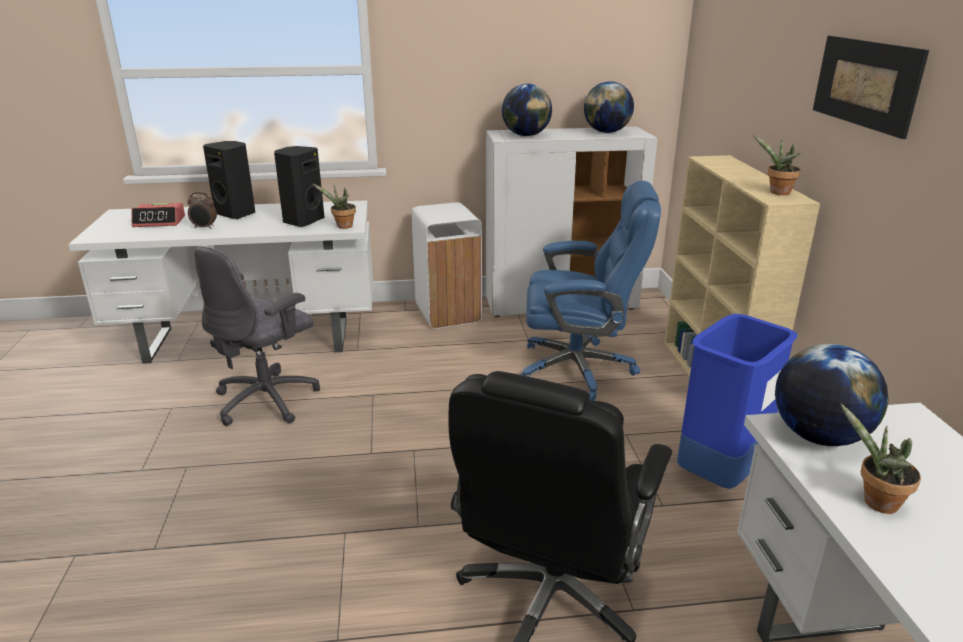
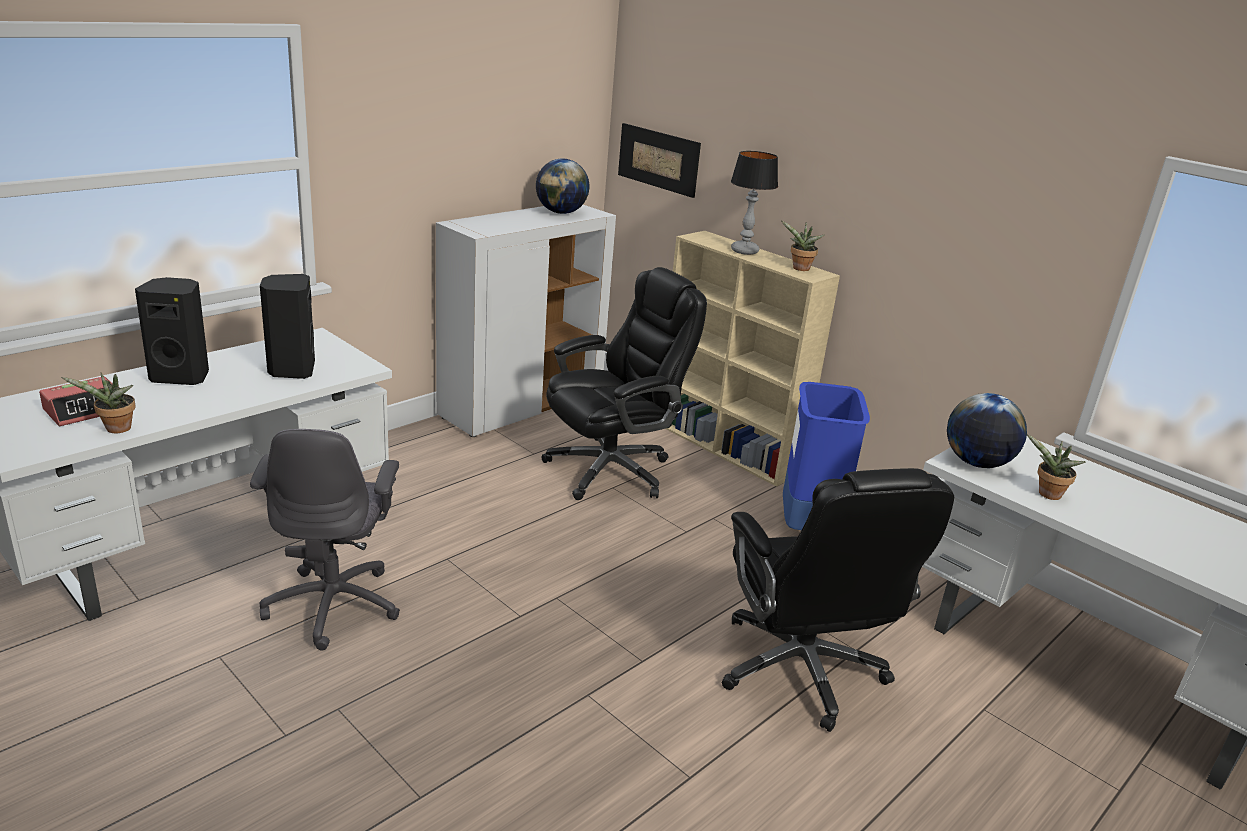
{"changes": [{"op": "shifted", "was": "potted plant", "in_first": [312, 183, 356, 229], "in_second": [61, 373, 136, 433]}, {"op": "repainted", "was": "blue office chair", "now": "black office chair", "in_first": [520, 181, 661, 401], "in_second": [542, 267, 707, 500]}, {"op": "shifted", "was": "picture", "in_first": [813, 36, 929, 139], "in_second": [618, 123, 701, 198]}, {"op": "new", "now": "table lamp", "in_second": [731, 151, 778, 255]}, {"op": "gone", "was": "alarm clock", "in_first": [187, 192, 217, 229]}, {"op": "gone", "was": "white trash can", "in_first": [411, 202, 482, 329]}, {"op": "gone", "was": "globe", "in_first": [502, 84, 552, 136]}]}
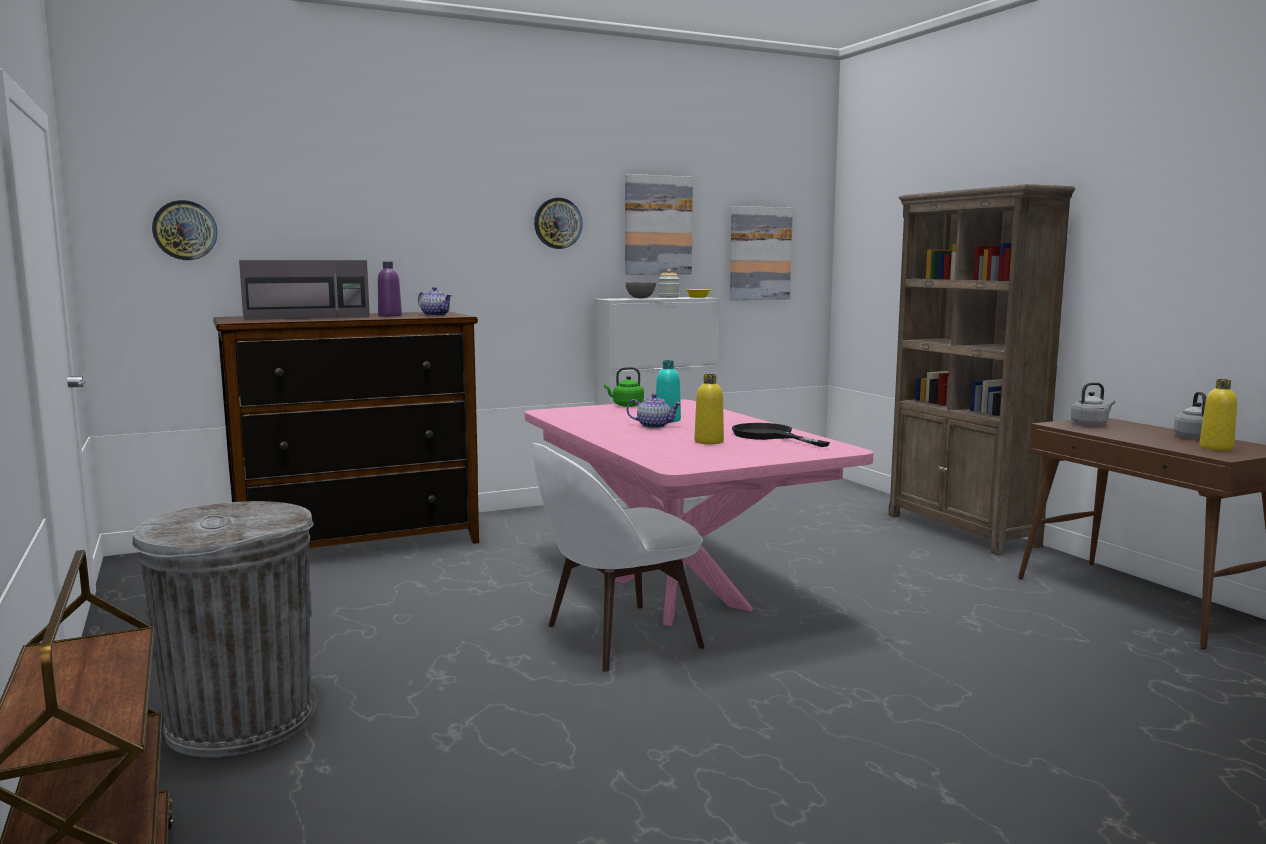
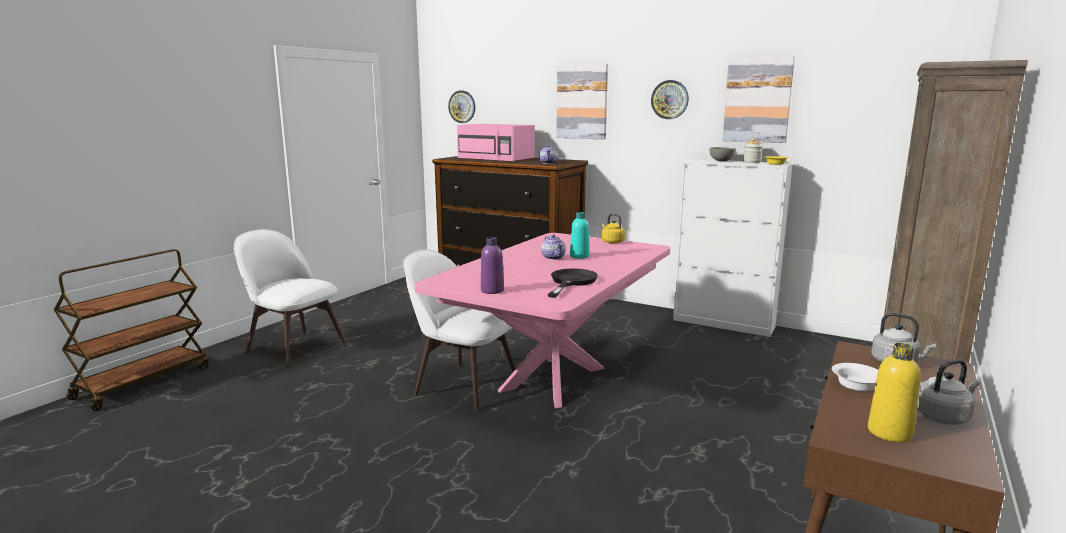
{"changes": [{"op": "swapped", "was": "grey trash can", "now": "white chair", "in_first": [132, 501, 314, 757], "in_second": [234, 229, 346, 367]}, {"op": "repainted", "was": "grey microwave", "now": "pink microwave", "in_first": [239, 260, 370, 320], "in_second": [457, 124, 535, 161]}, {"op": "shifted", "was": "purple bottle", "in_first": [378, 261, 402, 317], "in_second": [481, 237, 504, 294]}, {"op": "shifted", "was": "picture", "in_first": [730, 206, 793, 301], "in_second": [556, 64, 608, 139]}, {"op": "repainted", "was": "green kettle", "now": "yellow kettle", "in_first": [604, 367, 644, 407], "in_second": [601, 214, 625, 243]}, {"op": "new", "now": "white bowl", "in_second": [832, 363, 878, 391]}, {"op": "gone", "was": "yellow bottle", "in_first": [695, 374, 724, 444]}]}
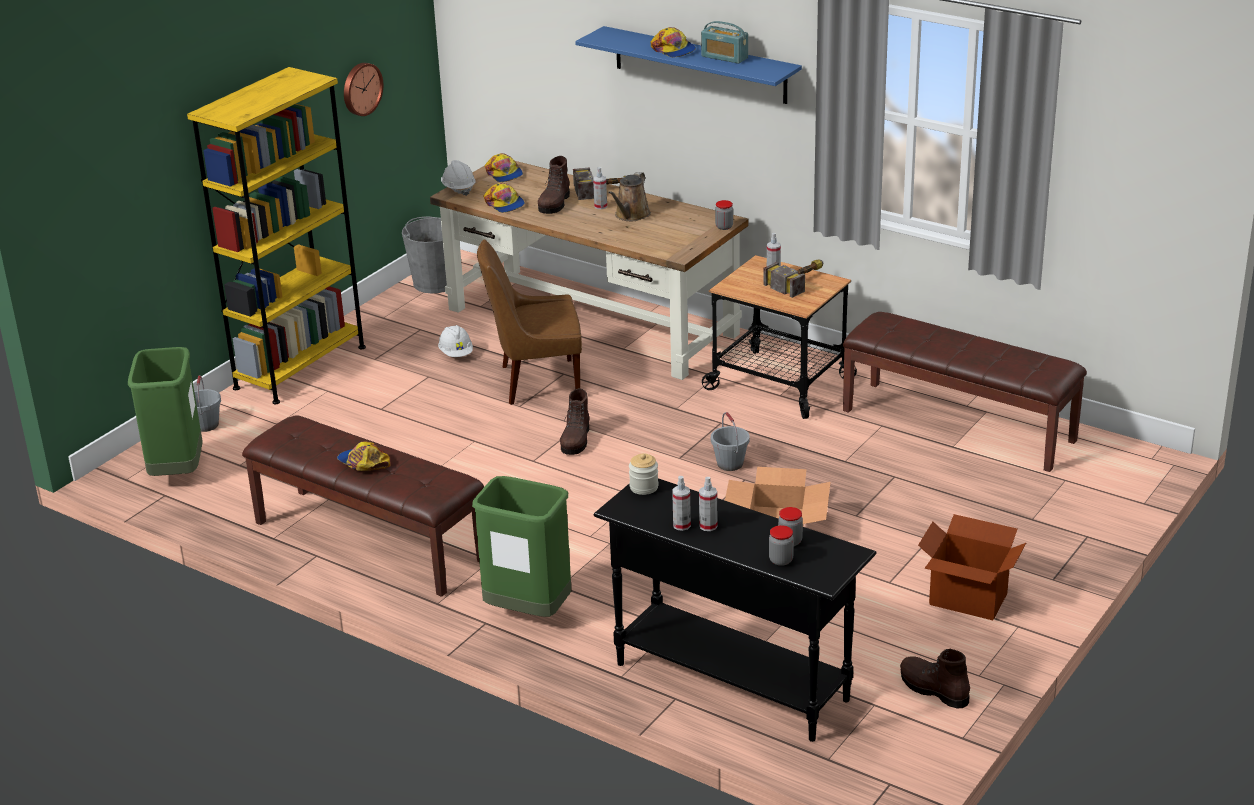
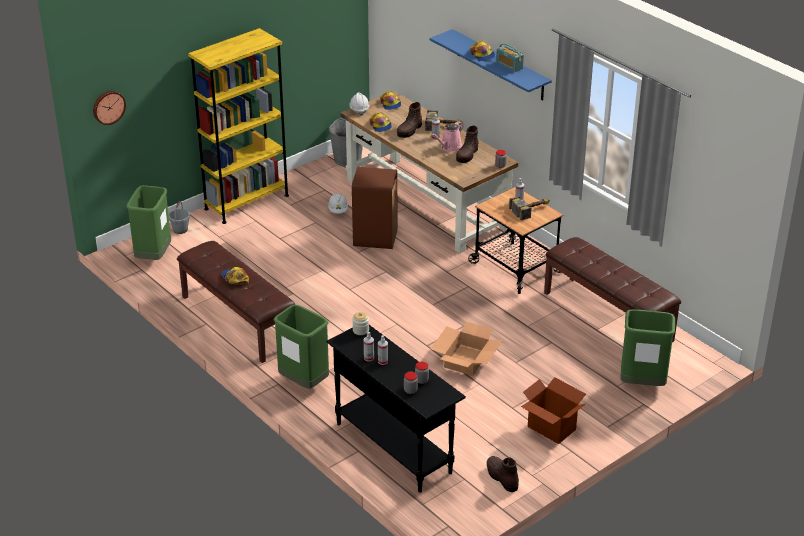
{"changes": [{"op": "shifted", "was": "wall clock", "in_first": [344, 63, 383, 116], "in_second": [93, 91, 126, 125]}, {"op": "swapped", "was": "brown chair", "now": "brown trash can", "in_first": [477, 239, 582, 405], "in_second": [352, 167, 397, 249]}, {"op": "repainted", "was": "brown watering can", "now": "pink watering can", "in_first": [608, 172, 651, 221], "in_second": [431, 121, 463, 152]}, {"op": "shifted", "was": "brown boot", "in_first": [560, 388, 589, 455], "in_second": [456, 125, 478, 163]}, {"op": "new", "now": "green trash can", "in_second": [620, 309, 675, 386]}, {"op": "gone", "was": "grey bucket", "in_first": [711, 412, 749, 471]}]}
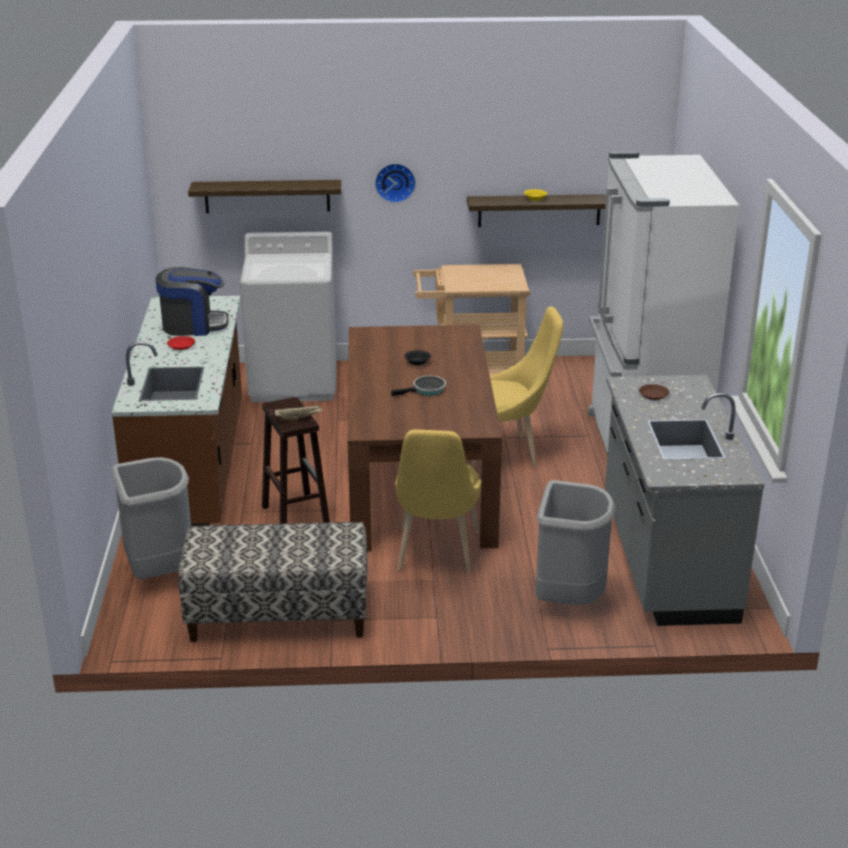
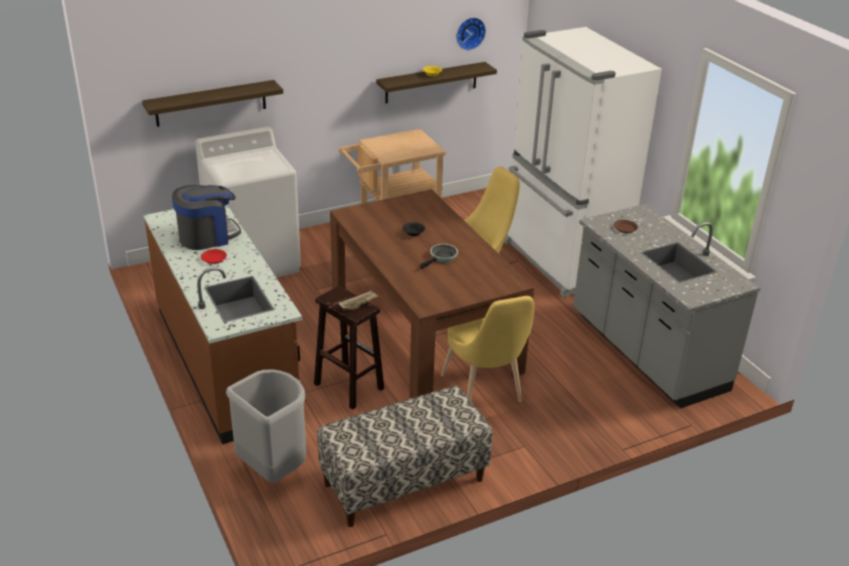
{"changes": [{"op": "shifted", "was": "wall clock", "in_first": [375, 163, 416, 203], "in_second": [456, 17, 486, 50]}, {"op": "gone", "was": "grey trash can", "in_first": [536, 480, 615, 605]}]}
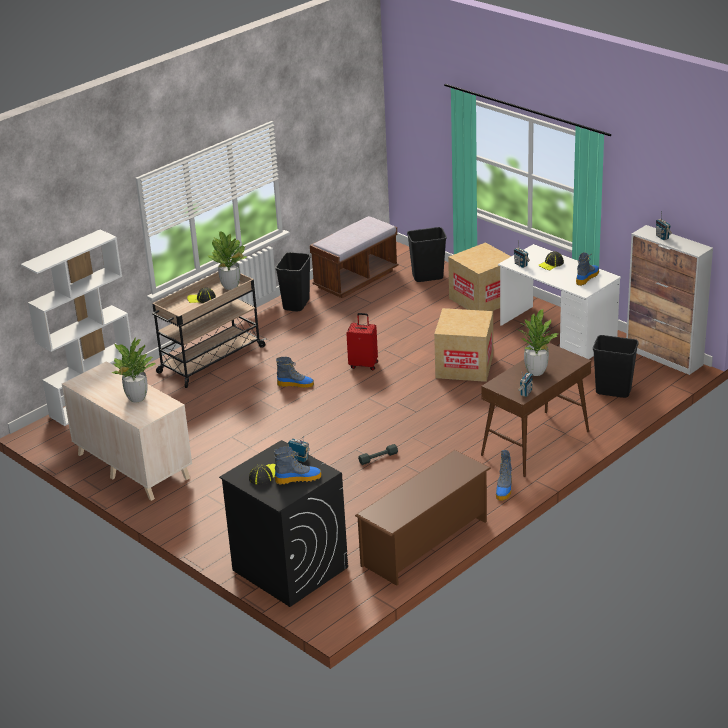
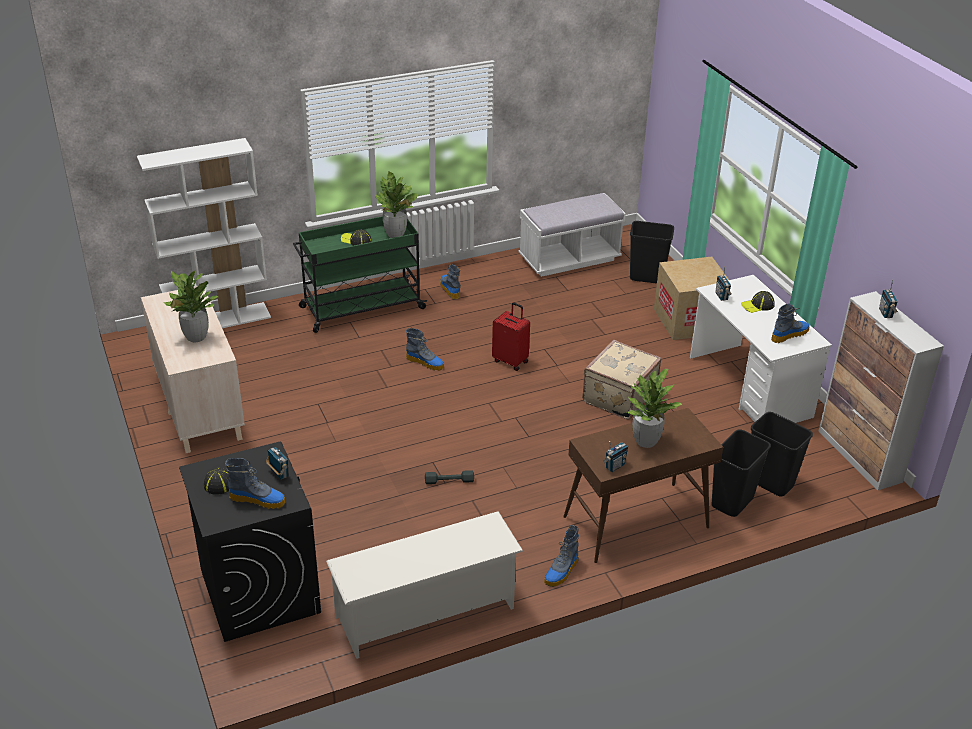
{"changes": [{"op": "repainted", "was": "beige cart", "now": "green cart", "in_first": [152, 272, 266, 388], "in_second": [293, 216, 427, 333]}, {"op": "repainted", "was": "brown shoe rack", "now": "white shoe rack", "in_first": [355, 450, 491, 586], "in_second": [326, 511, 523, 659]}, {"op": "new", "now": "boot", "in_second": [440, 264, 461, 299]}, {"op": "repainted", "was": "brown bench", "now": "white bench", "in_first": [310, 216, 399, 298], "in_second": [518, 193, 626, 277]}, {"op": "swapped", "was": "cardboard box", "now": "beige suitcase", "in_first": [434, 308, 493, 382], "in_second": [582, 340, 661, 420]}, {"op": "shifted", "was": "black trash can", "in_first": [275, 252, 311, 311], "in_second": [712, 429, 771, 517]}]}
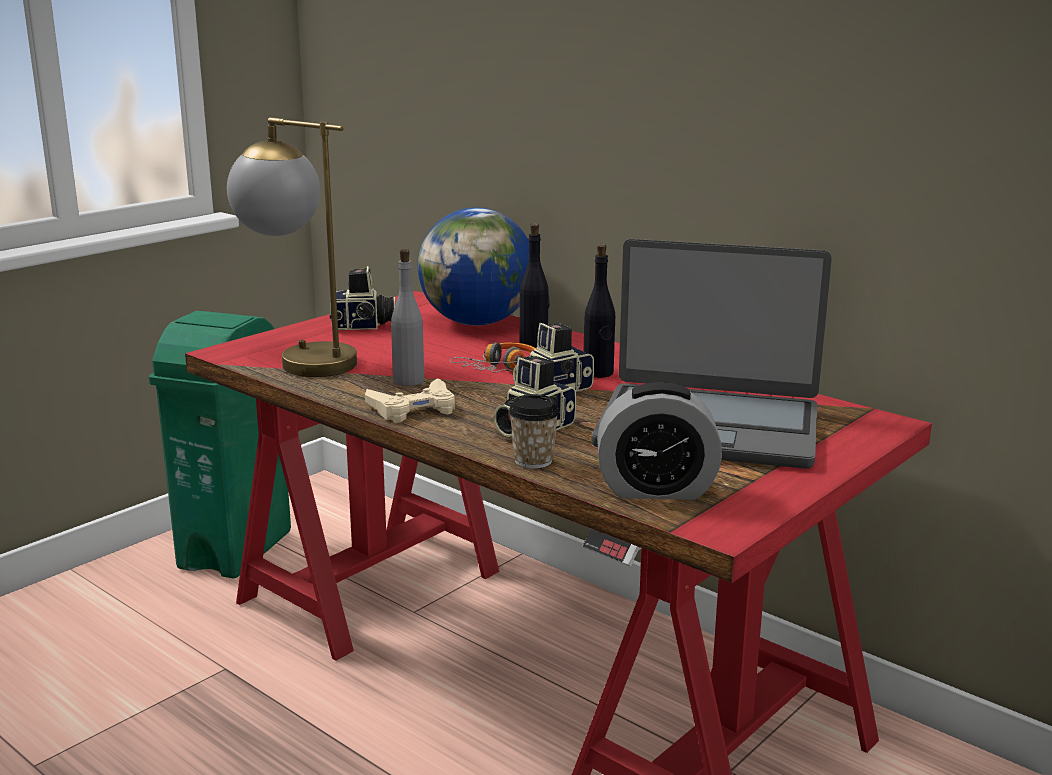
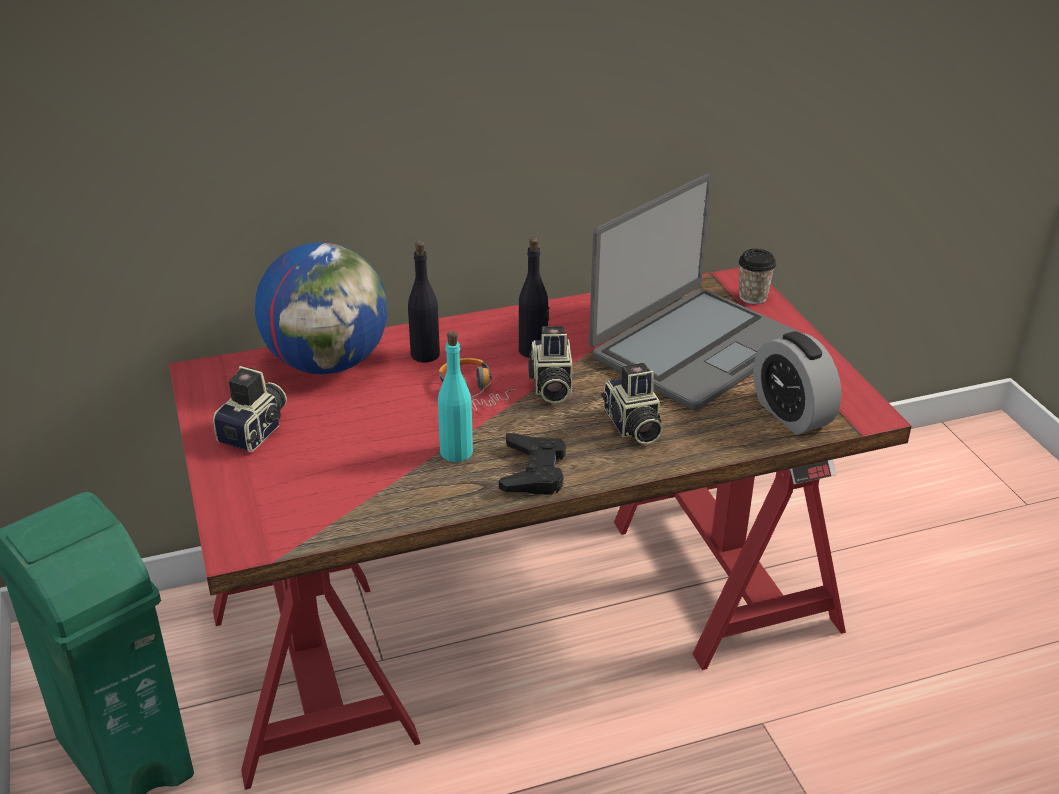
{"changes": [{"op": "repainted", "was": "grey bottle", "now": "turquoise bottle", "in_first": [391, 249, 424, 386], "in_second": [438, 331, 473, 462]}, {"op": "repainted", "was": "beige game controller", "now": "black game controller", "in_first": [365, 378, 455, 423], "in_second": [499, 433, 566, 495]}, {"op": "shifted", "was": "cup", "in_first": [509, 394, 559, 469], "in_second": [739, 249, 776, 304]}, {"op": "rotated", "was": "alarm clock", "in_first": [597, 382, 722, 500], "in_second": [753, 331, 842, 435], "clockwise": 120}, {"op": "gone", "was": "table lamp", "in_first": [227, 117, 357, 377]}]}
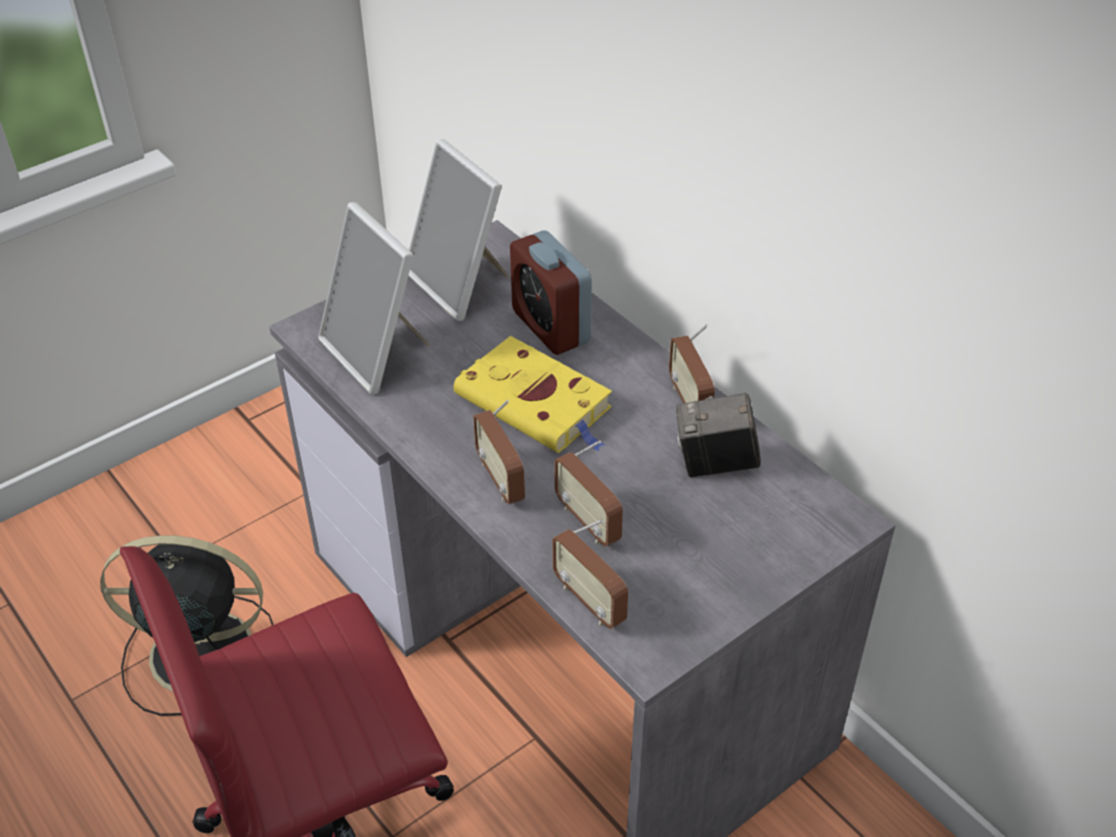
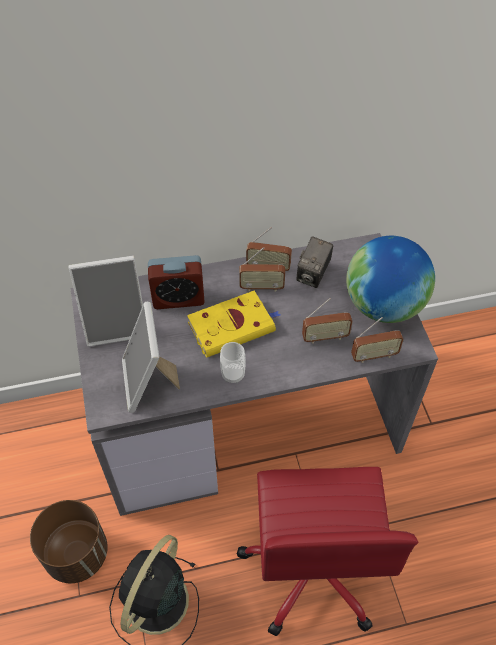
{"changes": [{"op": "new", "now": "brown planter", "in_second": [30, 500, 108, 583]}, {"op": "rotated", "was": "picture frame", "in_first": [318, 202, 430, 394], "in_second": [122, 302, 180, 413], "clockwise": 90}, {"op": "new", "now": "cup", "in_second": [220, 342, 246, 383]}, {"op": "shifted", "was": "radio", "in_first": [473, 400, 525, 504], "in_second": [239, 247, 285, 292]}, {"op": "new", "now": "globe", "in_second": [346, 236, 435, 323]}]}
